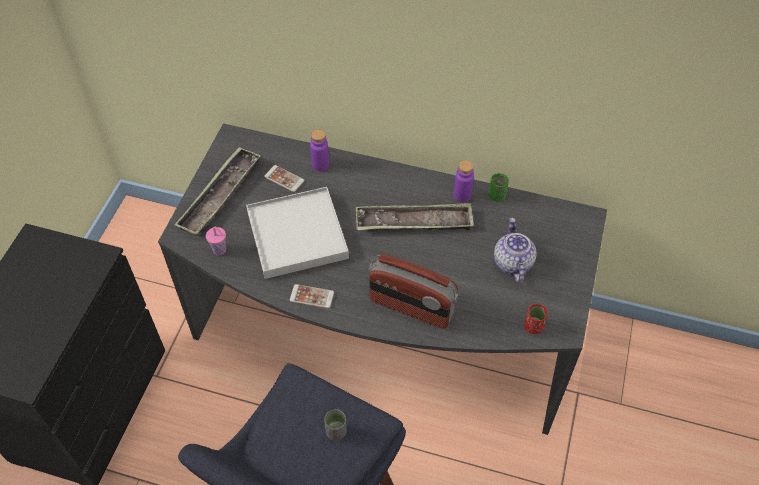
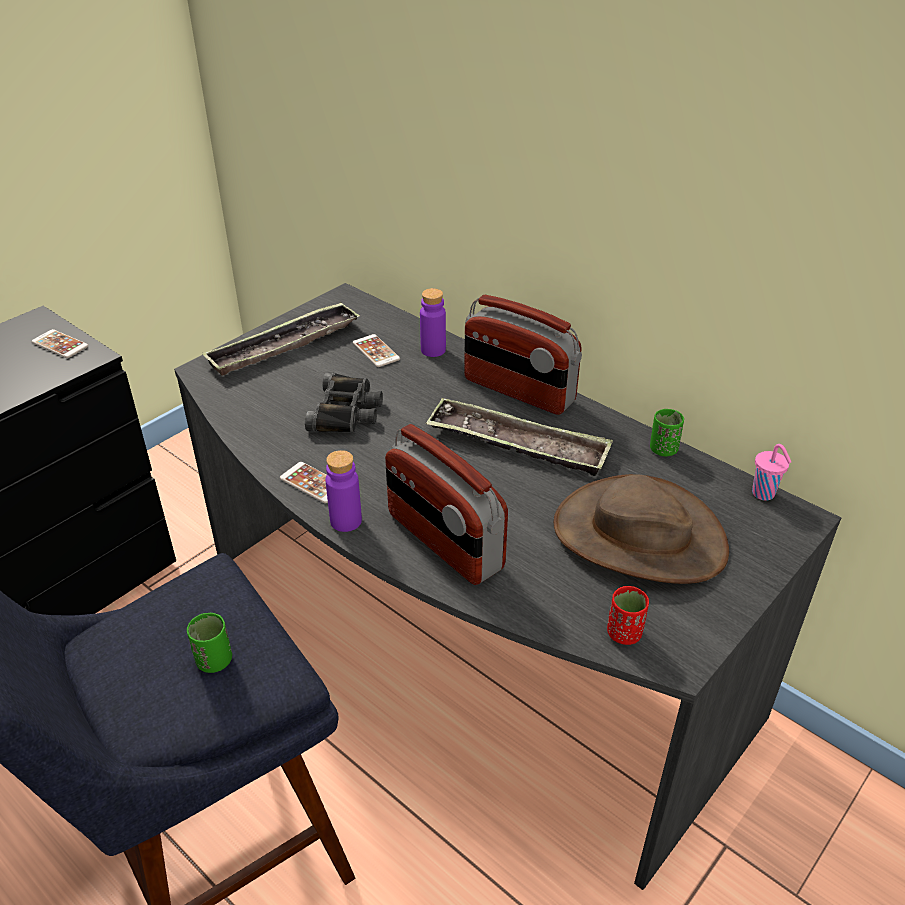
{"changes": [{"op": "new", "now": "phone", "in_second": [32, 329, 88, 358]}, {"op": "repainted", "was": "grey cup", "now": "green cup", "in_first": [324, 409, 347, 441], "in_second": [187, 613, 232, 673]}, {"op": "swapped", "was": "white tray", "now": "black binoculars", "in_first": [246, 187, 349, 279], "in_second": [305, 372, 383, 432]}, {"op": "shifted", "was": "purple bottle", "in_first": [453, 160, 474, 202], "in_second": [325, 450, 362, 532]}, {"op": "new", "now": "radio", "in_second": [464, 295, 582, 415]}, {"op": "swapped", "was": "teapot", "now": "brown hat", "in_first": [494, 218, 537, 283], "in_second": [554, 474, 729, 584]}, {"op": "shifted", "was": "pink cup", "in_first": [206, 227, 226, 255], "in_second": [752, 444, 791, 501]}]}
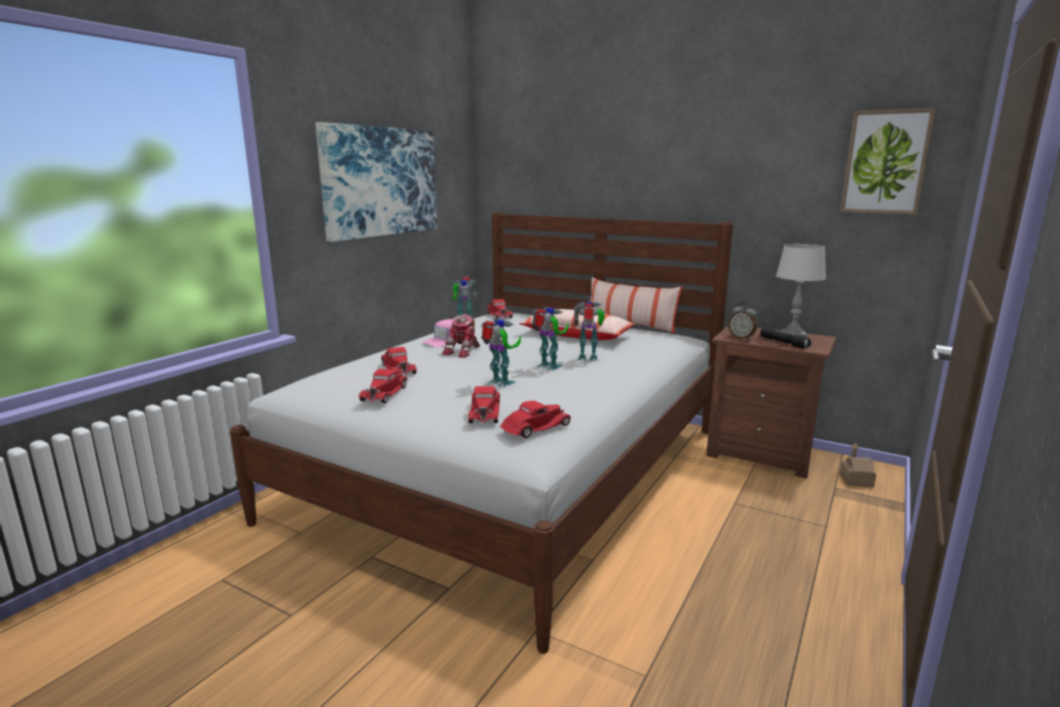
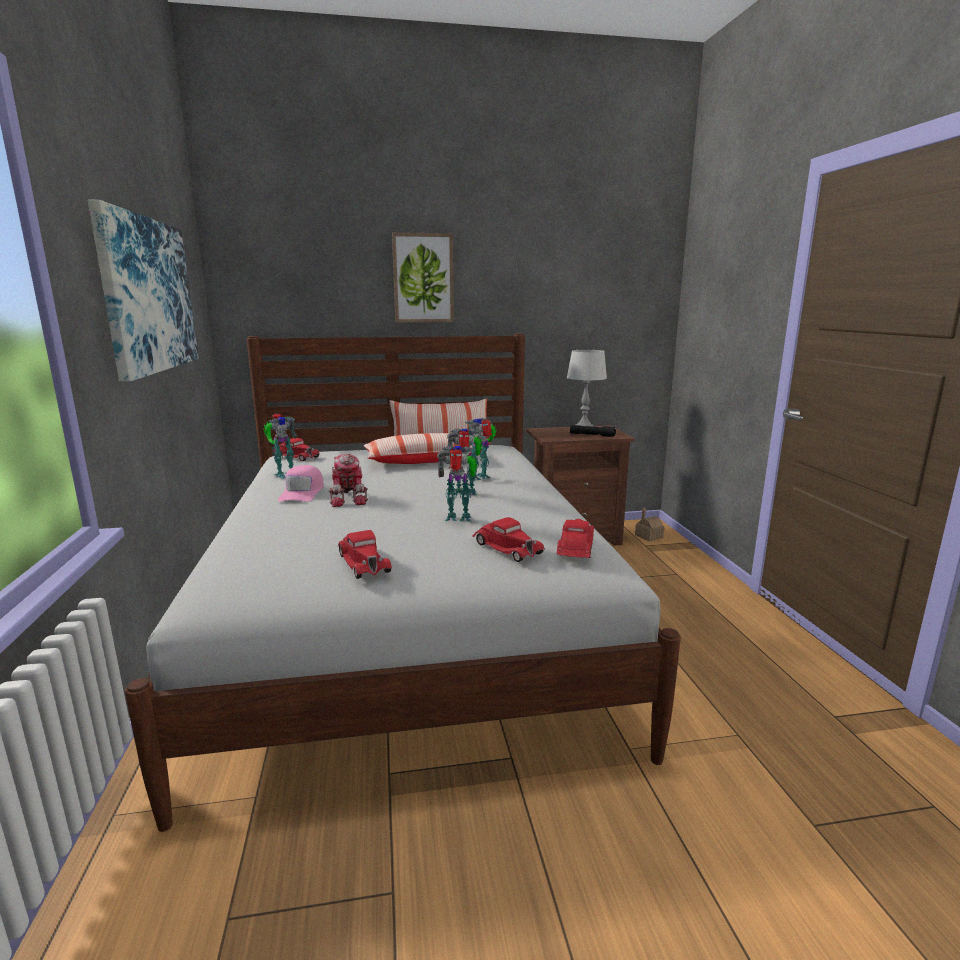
{"changes": [{"op": "shifted", "was": "picture", "in_first": [840, 108, 936, 215], "in_second": [392, 232, 454, 323]}, {"op": "gone", "was": "red toy car", "in_first": [381, 347, 417, 375]}, {"op": "gone", "was": "alarm clock", "in_first": [728, 303, 757, 340]}]}
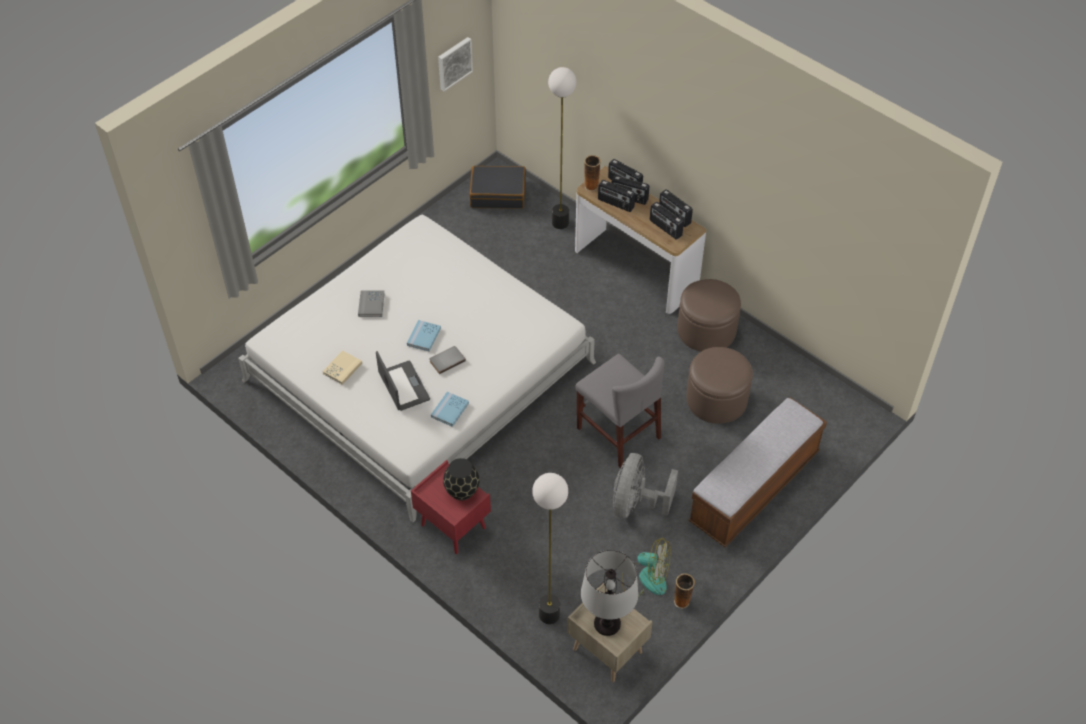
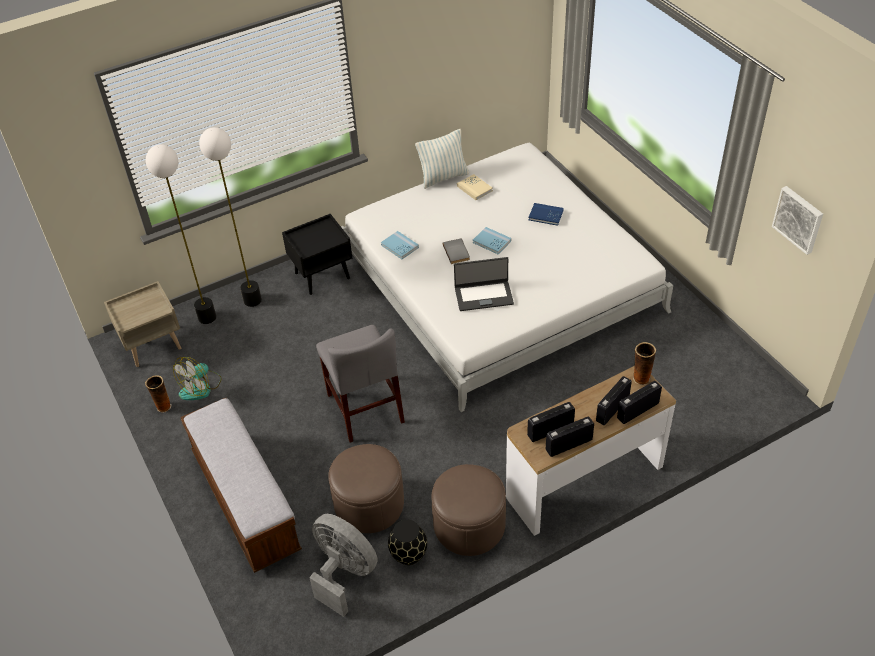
{"changes": [{"op": "shifted", "was": "floor lamp", "in_first": [548, 67, 577, 229], "in_second": [199, 127, 262, 307]}, {"op": "repainted", "was": "red nightstand", "now": "black nightstand", "in_first": [411, 460, 491, 554], "in_second": [282, 214, 352, 295]}, {"op": "shifted", "was": "grey fan", "in_first": [613, 453, 678, 518], "in_second": [309, 514, 378, 617]}, {"op": "rotated", "was": "grey chair", "in_first": [575, 354, 664, 468], "in_second": [316, 325, 405, 443], "clockwise": -90}, {"op": "shifted", "was": "black vase", "in_first": [443, 458, 480, 501], "in_second": [388, 520, 427, 565]}, {"op": "new", "now": "pillow", "in_second": [415, 129, 469, 189]}, {"op": "shifted", "was": "laptop", "in_first": [376, 351, 430, 411], "in_second": [454, 257, 514, 311]}, {"op": "repainted", "was": "grey book", "now": "blue book", "in_first": [358, 290, 385, 317], "in_second": [528, 203, 563, 226]}, {"op": "gone", "was": "black suitcase", "in_first": [470, 166, 526, 209]}, {"op": "gone", "was": "table lamp", "in_first": [581, 550, 638, 636]}, {"op": "gone", "was": "radio", "in_first": [598, 180, 635, 212]}]}
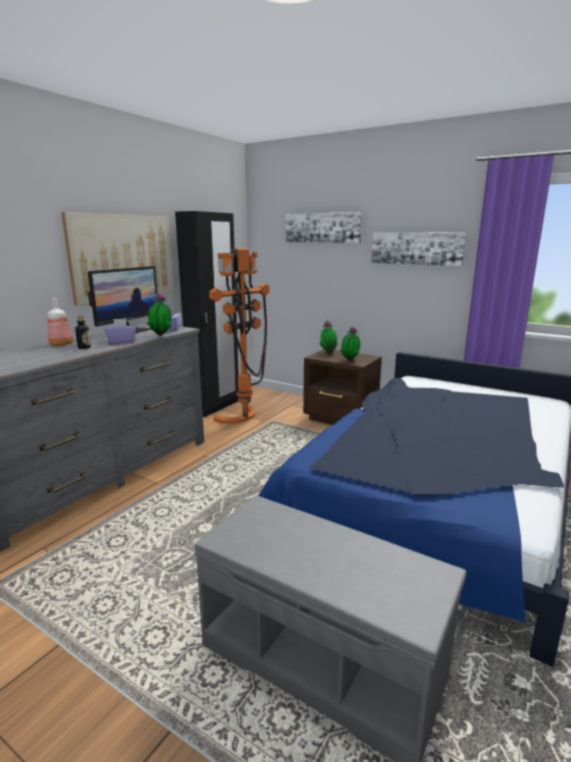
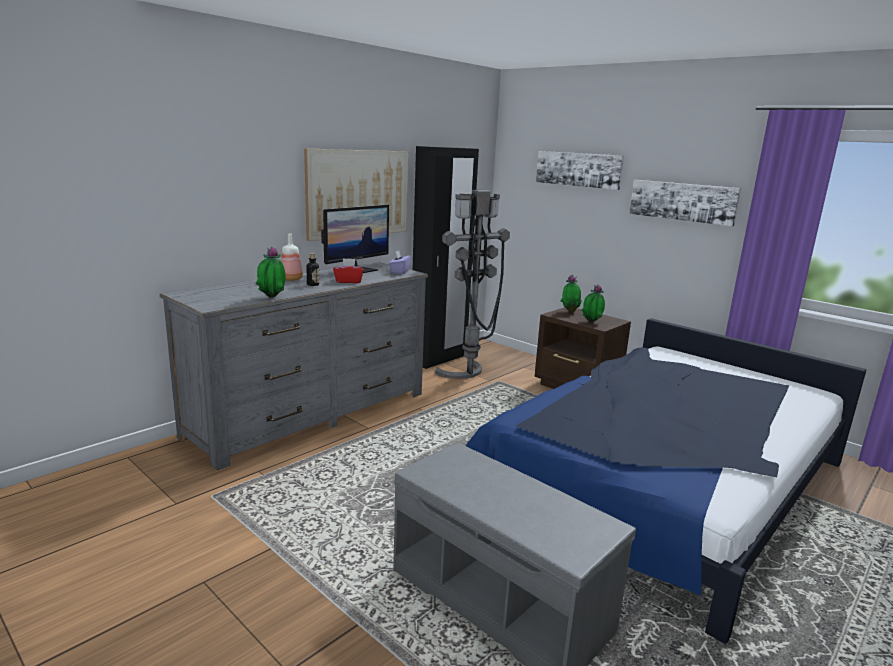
{"changes": [{"op": "shifted", "was": "potted plant", "in_first": [147, 293, 171, 335], "in_second": [255, 247, 286, 298]}, {"op": "repainted", "was": "purple tissue box", "now": "red tissue box", "in_first": [104, 318, 136, 344], "in_second": [333, 258, 364, 283]}, {"op": "repainted", "was": "orange floor lamp", "now": "grey floor lamp", "in_first": [209, 248, 270, 423], "in_second": [435, 190, 510, 379]}]}
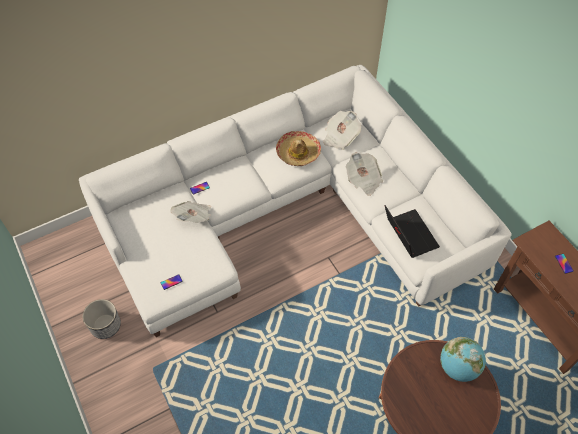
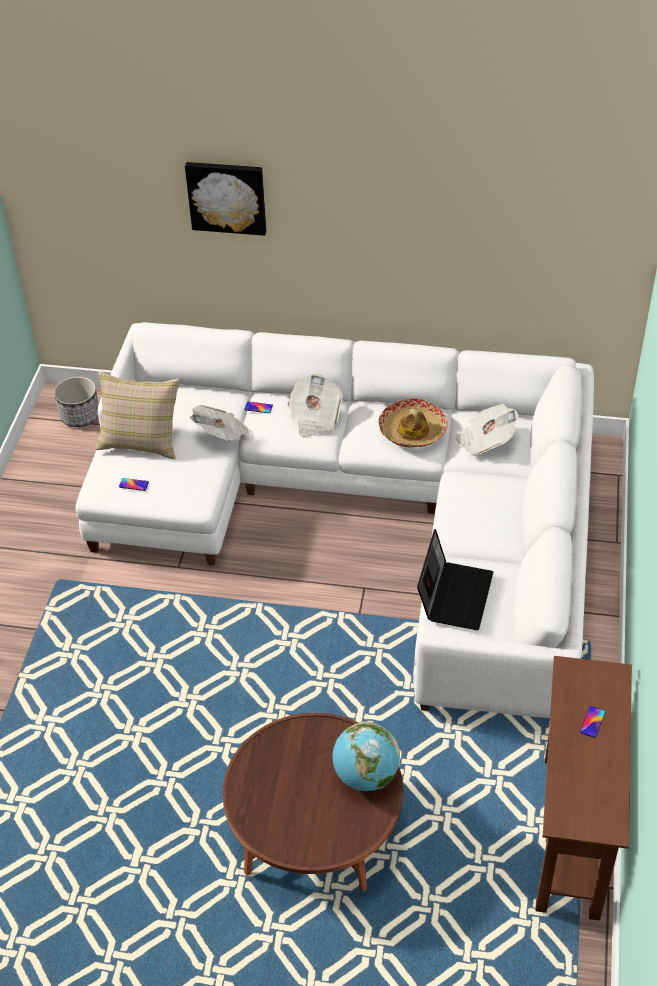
{"changes": [{"op": "shifted", "was": "planter", "in_first": [82, 299, 121, 339], "in_second": [54, 376, 99, 427]}, {"op": "new", "now": "beige pillow", "in_second": [96, 371, 180, 459]}, {"op": "new", "now": "picture", "in_second": [185, 162, 266, 236]}, {"op": "shifted", "was": "newspaper", "in_first": [346, 152, 383, 196], "in_second": [288, 374, 343, 437]}]}
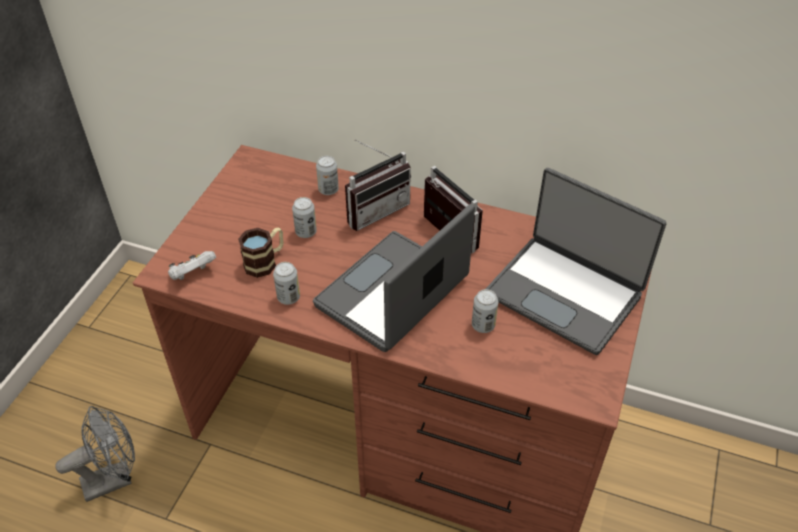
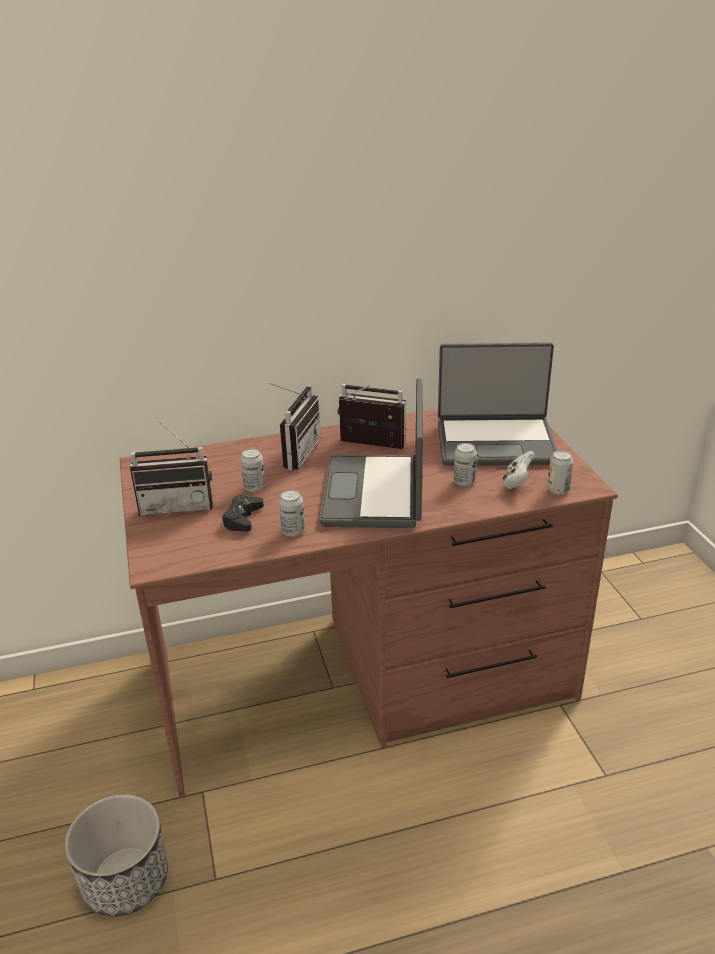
{"changes": [{"op": "swapped", "was": "grey fan", "now": "planter", "in_first": [55, 406, 135, 502], "in_second": [65, 794, 168, 916]}, {"op": "new", "now": "radio", "in_second": [130, 420, 213, 516]}, {"op": "swapped", "was": "mug", "now": "black game controller", "in_first": [238, 227, 284, 278], "in_second": [222, 495, 264, 532]}, {"op": "shifted", "was": "white game controller", "in_first": [168, 251, 216, 280], "in_second": [503, 451, 535, 489]}, {"op": "shifted", "was": "can", "in_first": [316, 156, 339, 195], "in_second": [547, 450, 573, 495]}]}
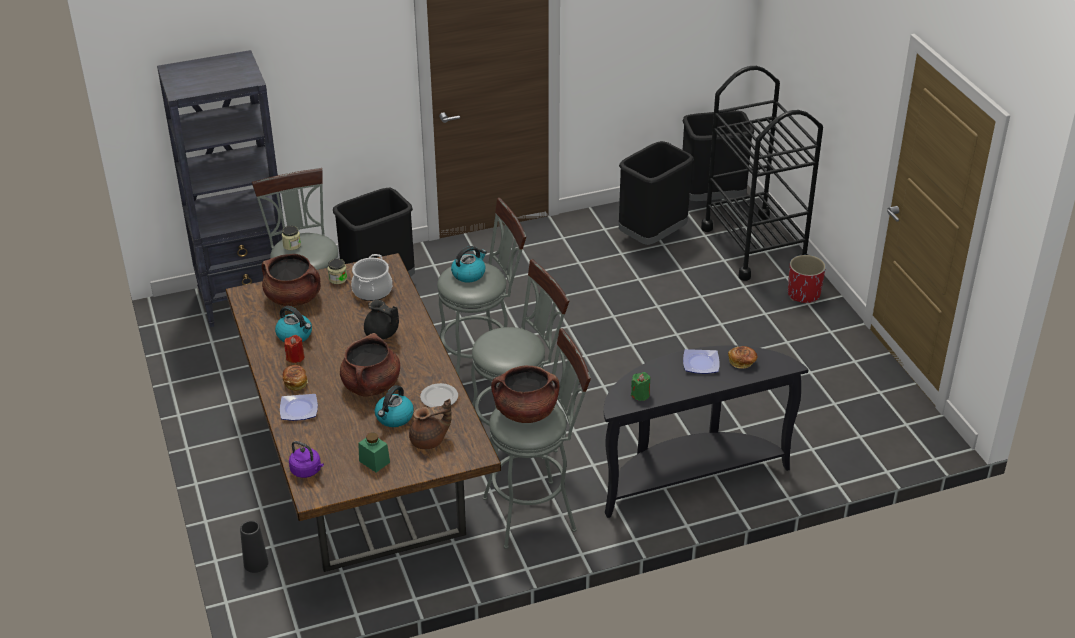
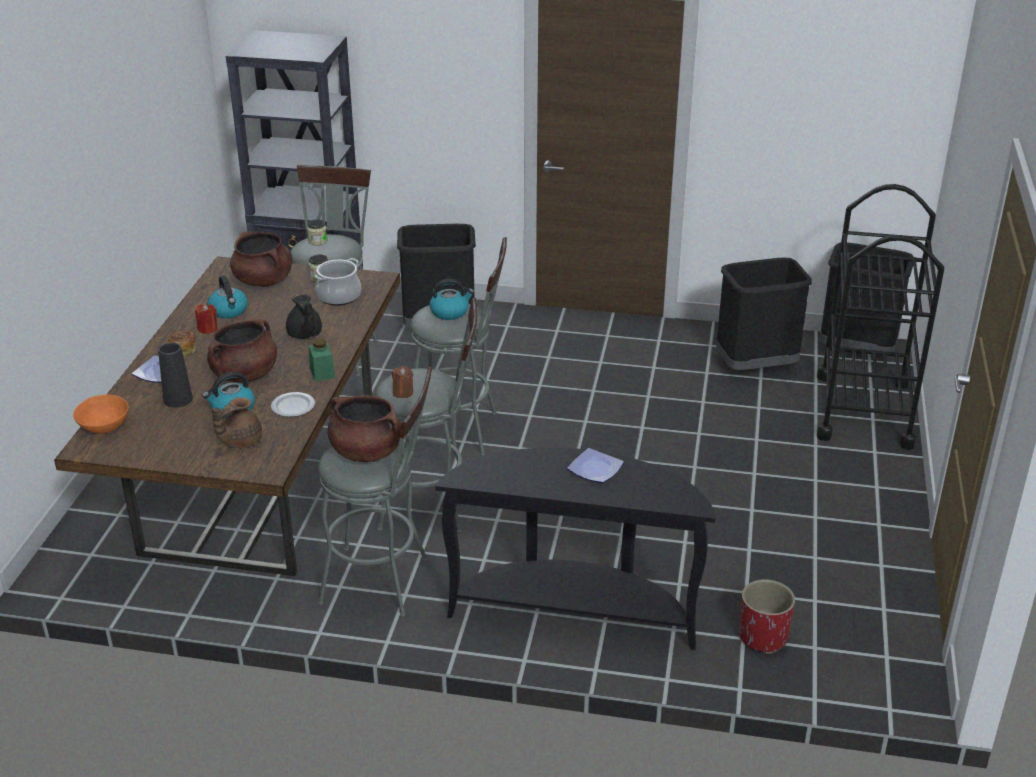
{"changes": [{"op": "swapped", "was": "purple kettle", "now": "orange bowl", "in_first": [289, 441, 324, 478], "in_second": [73, 395, 129, 434]}, {"op": "shifted", "was": "black vase", "in_first": [240, 521, 269, 573], "in_second": [158, 343, 193, 408]}, {"op": "rotated", "was": "brown teapot", "in_first": [409, 399, 452, 449], "in_second": [212, 397, 262, 448], "clockwise": 120}, {"op": "shifted", "was": "green jar", "in_first": [358, 432, 390, 473], "in_second": [309, 338, 335, 381]}, {"op": "new", "now": "brown candle", "in_second": [392, 366, 413, 398]}, {"op": "shifted", "was": "red planter", "in_first": [788, 255, 826, 303], "in_second": [739, 579, 795, 654]}, {"op": "gone", "was": "green candle", "in_first": [631, 372, 650, 401]}, {"op": "gone", "was": "bread", "in_first": [728, 346, 757, 368]}]}
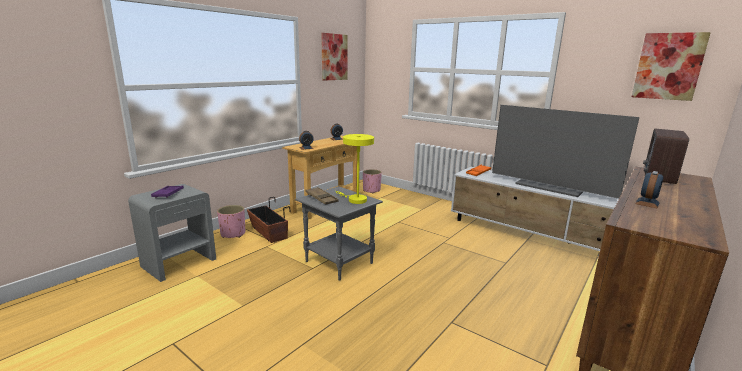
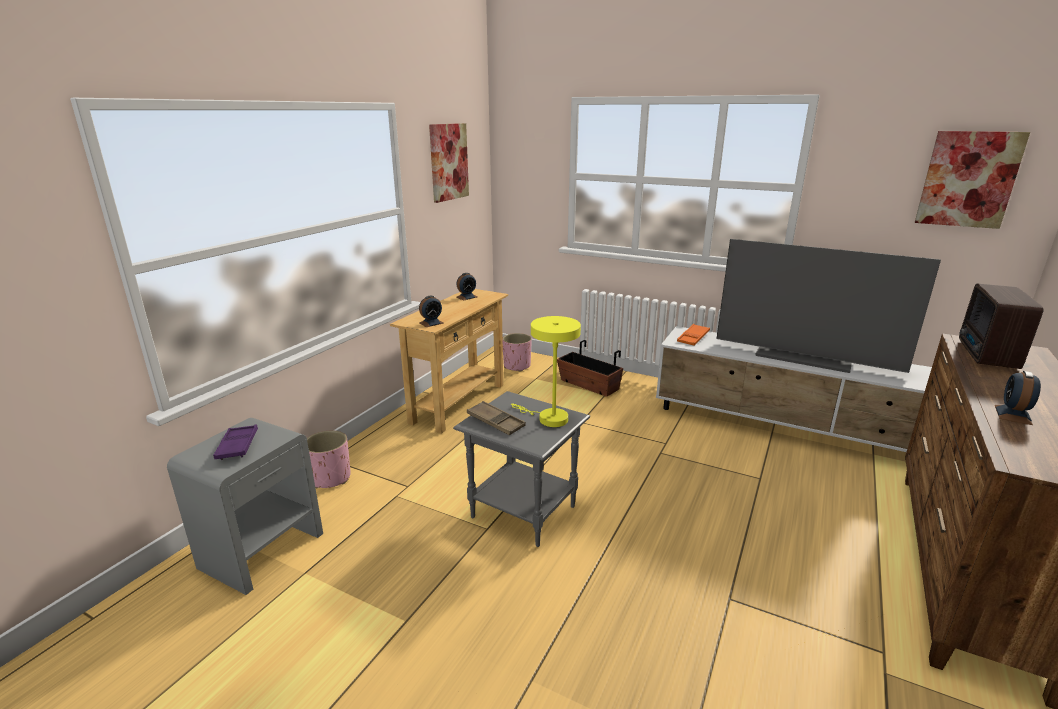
{"changes": [{"op": "shifted", "was": "planter", "in_first": [247, 197, 290, 243], "in_second": [557, 340, 623, 397]}]}
